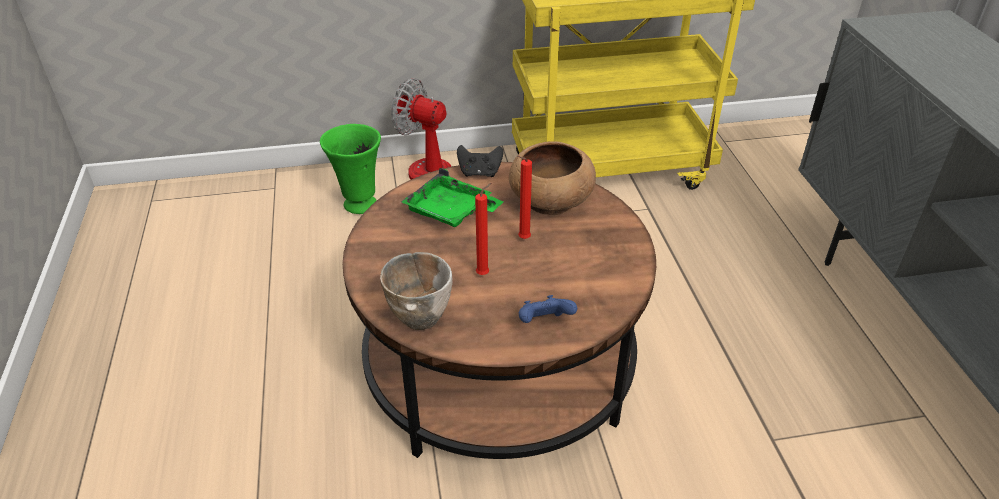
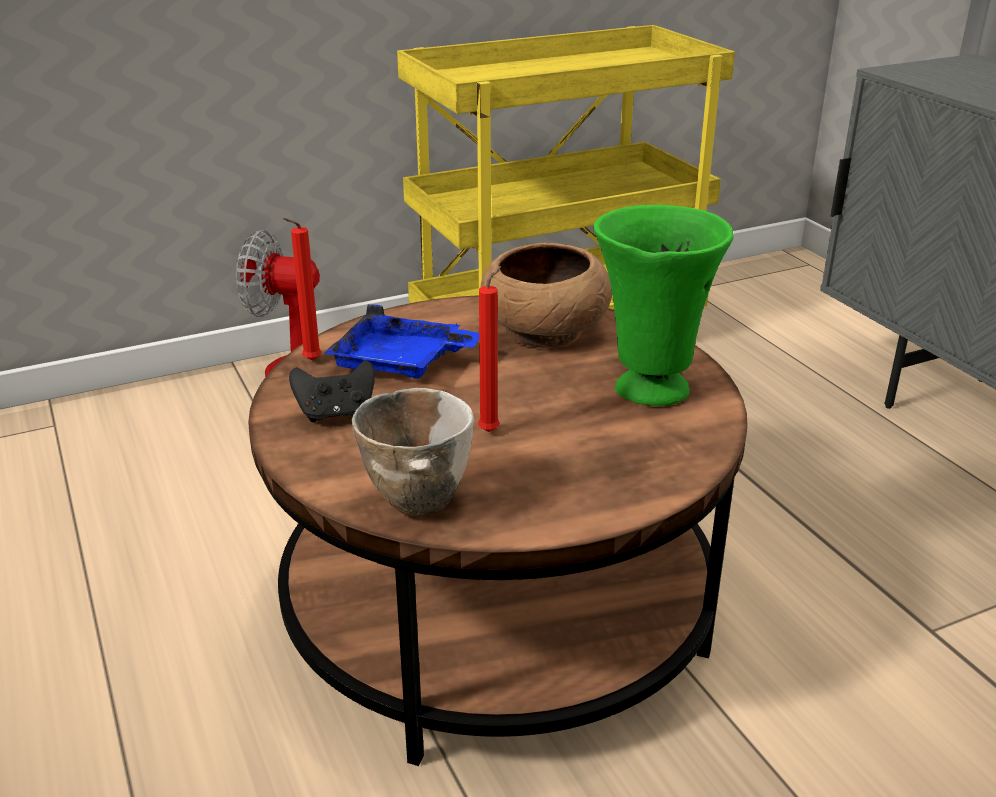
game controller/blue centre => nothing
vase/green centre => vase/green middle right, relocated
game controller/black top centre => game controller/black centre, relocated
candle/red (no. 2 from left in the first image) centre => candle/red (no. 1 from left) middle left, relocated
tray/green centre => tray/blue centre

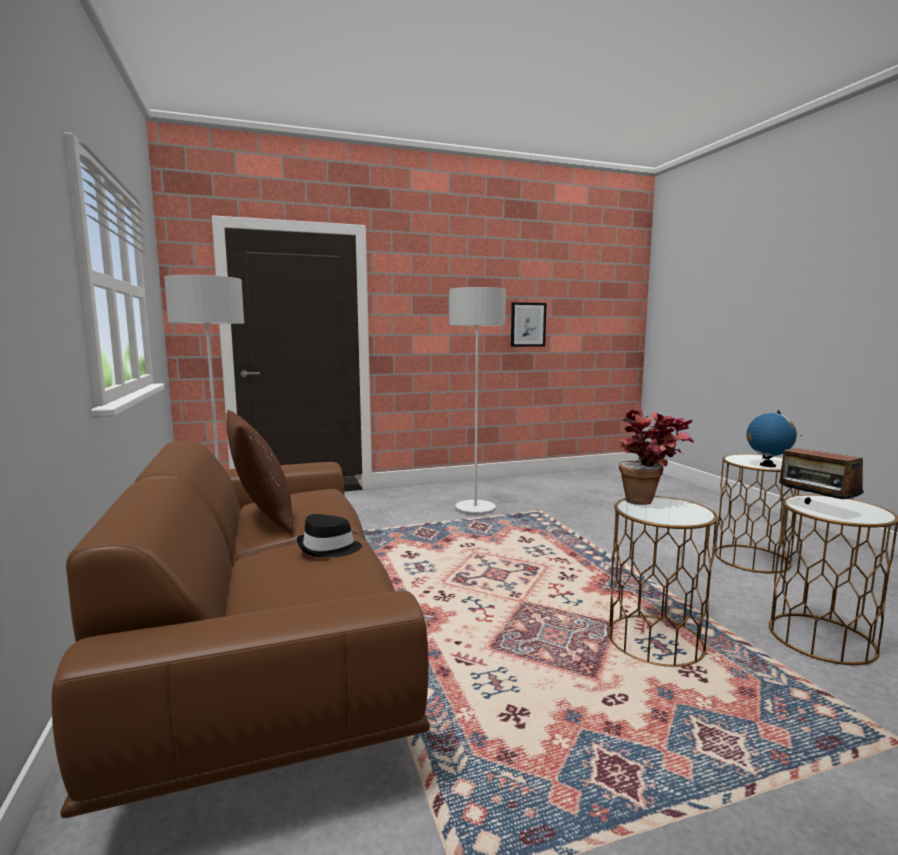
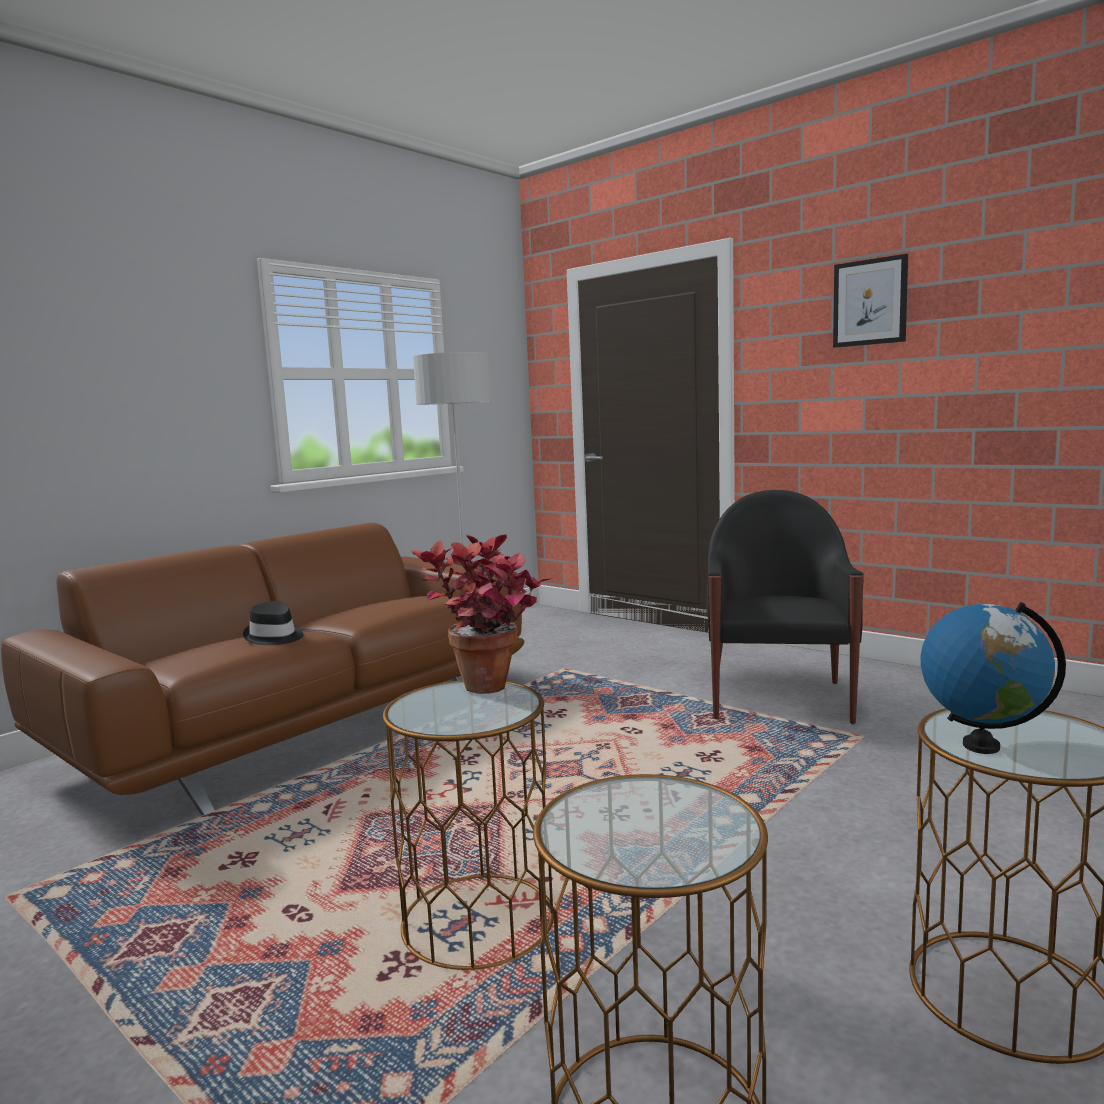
pillow/brown middle left => nothing
radio middle right => nothing
picture centre => picture top right, relocated
floor lamp/grey (no. 2 from left) centre => armchair/black middle right

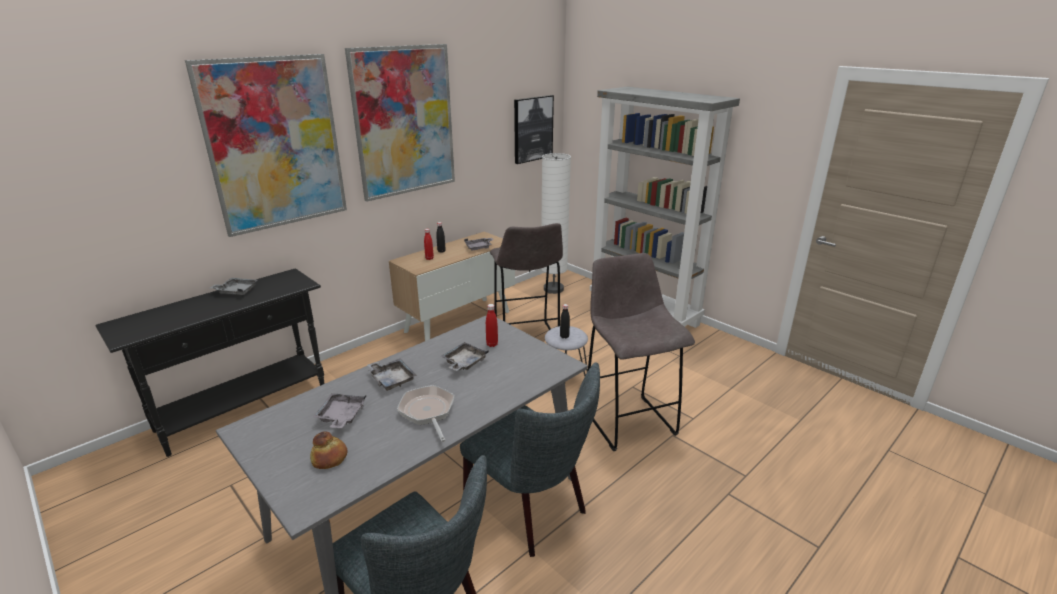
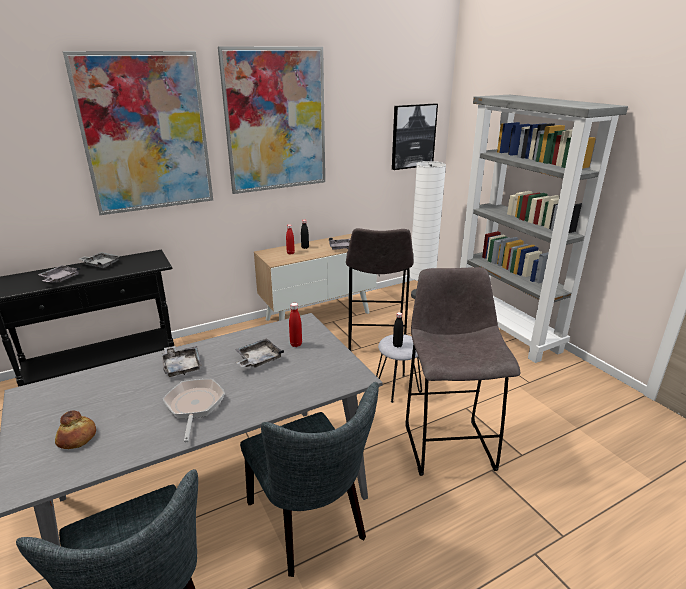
tray/grey (no. 2 from left in the first image) bottom left => tray/grey (no. 1 from left) middle left, relocated

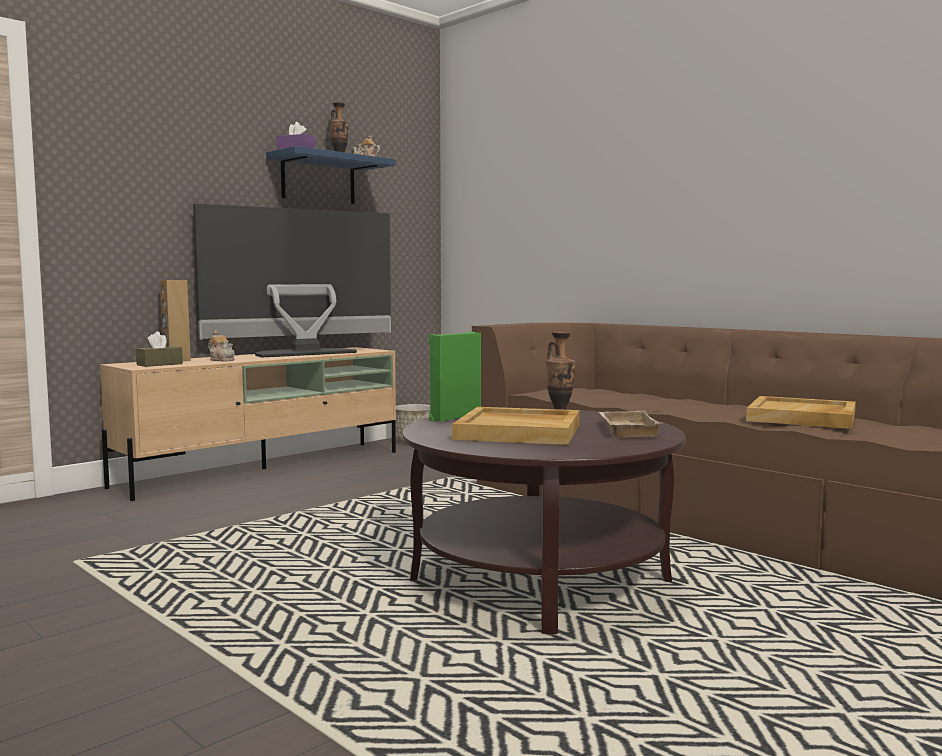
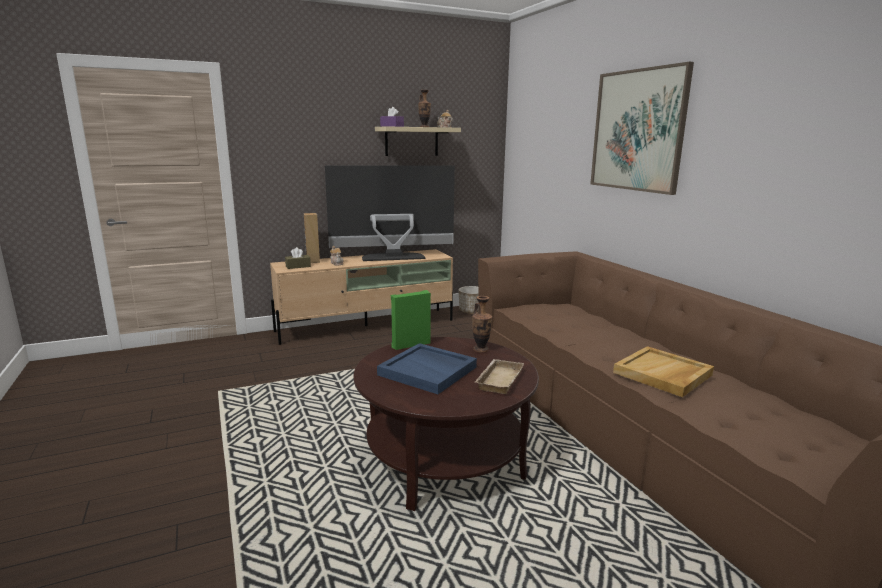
nothing => picture top right
shelf/blue top centre => shelf/beige top centre
tray/beige (no. 1 from left) centre => tray/blue centre

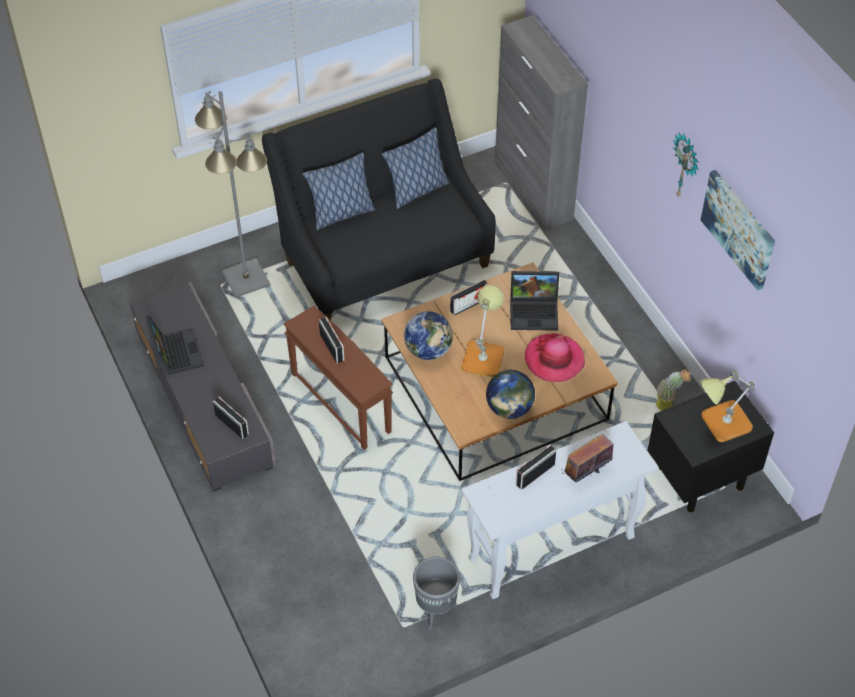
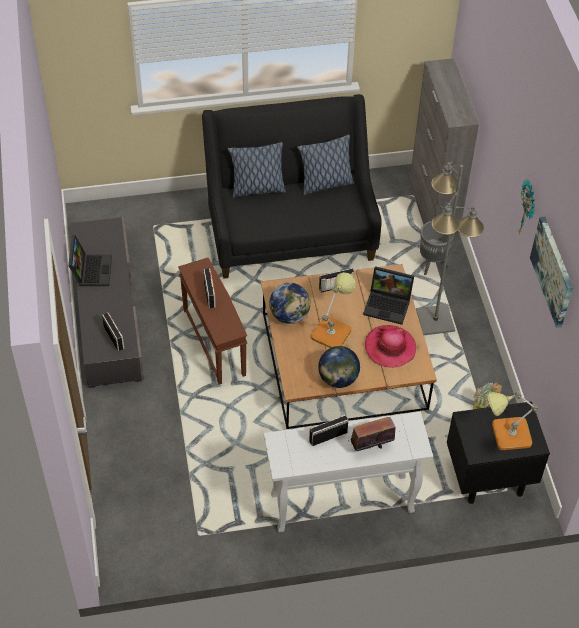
floor lamp/grey top left => floor lamp/grey middle right, relocated
planter/grey bottom centre => planter/grey middle right, relocated

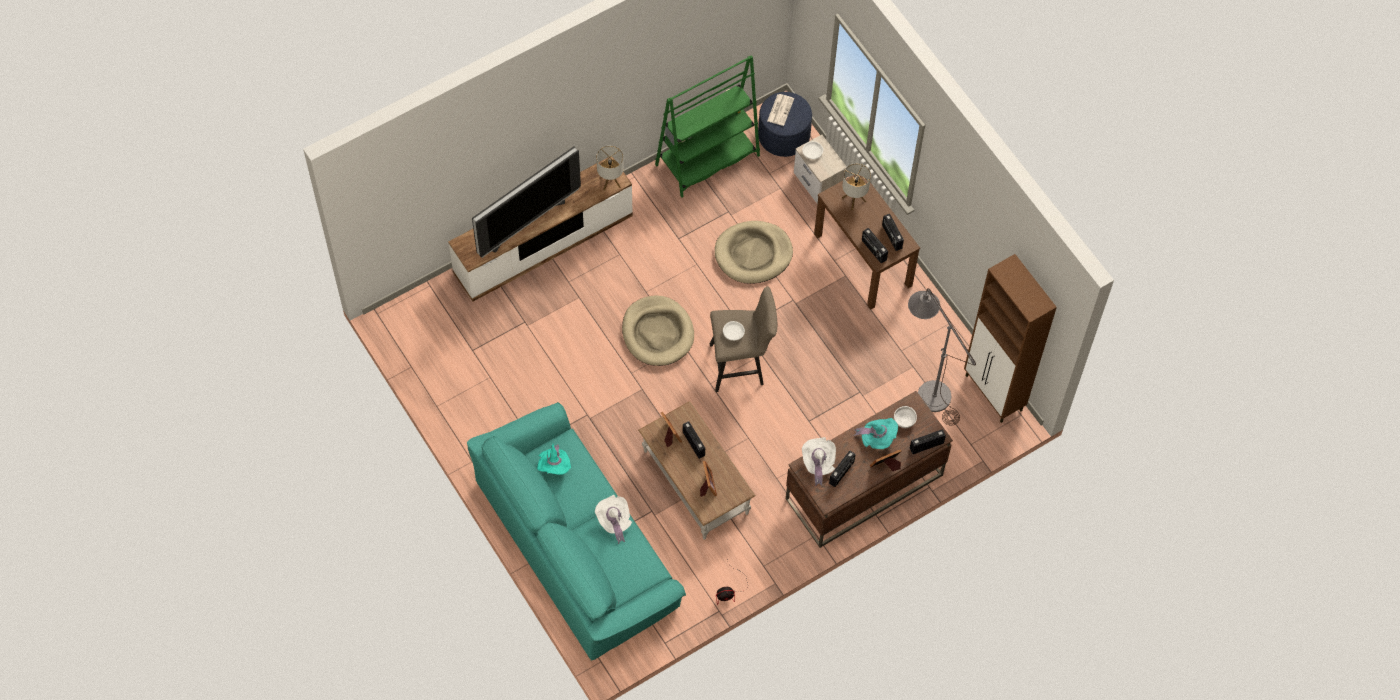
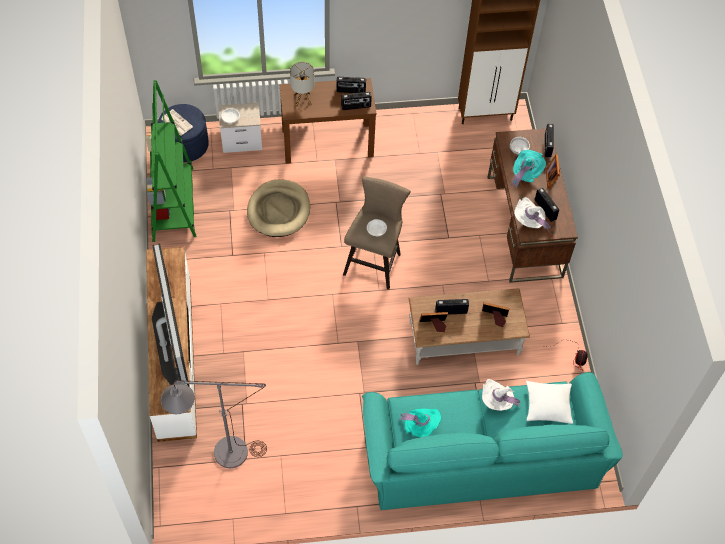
table lamp (no. 1 from left) top centre => nothing
dog bed/beige (no. 1 from left) centre => nothing
nothing => pillow/white bottom right
floor lamp/grey middle right => floor lamp/grey bottom left, relocated

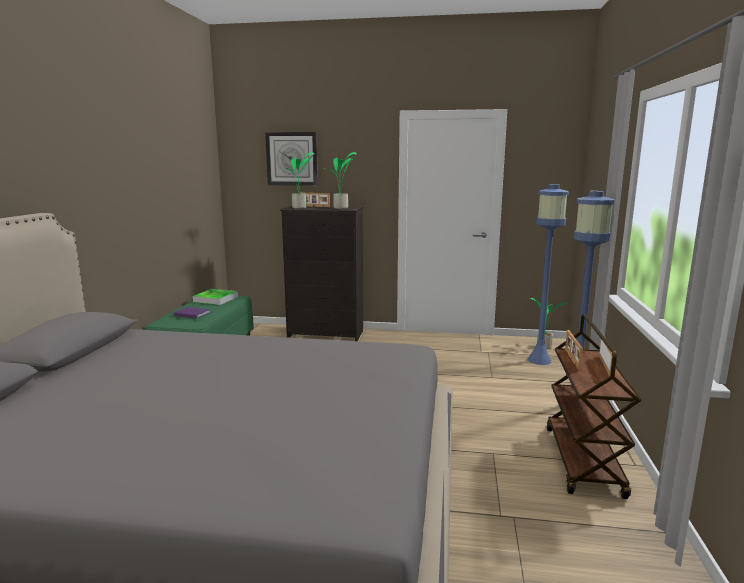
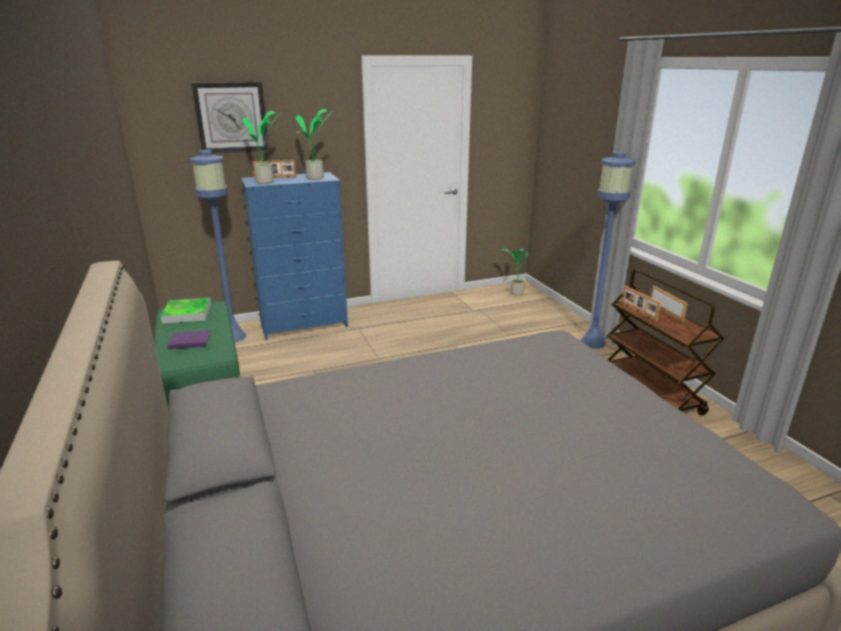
floor lamp/blue (no. 1 from left) middle right => floor lamp/blue (no. 1 from left) middle left, relocated
dresser/black centre => dresser/blue centre

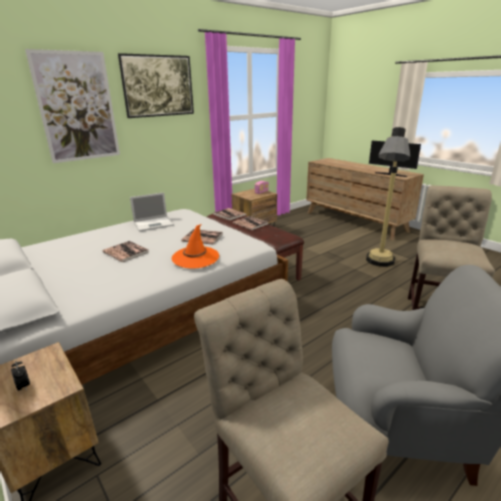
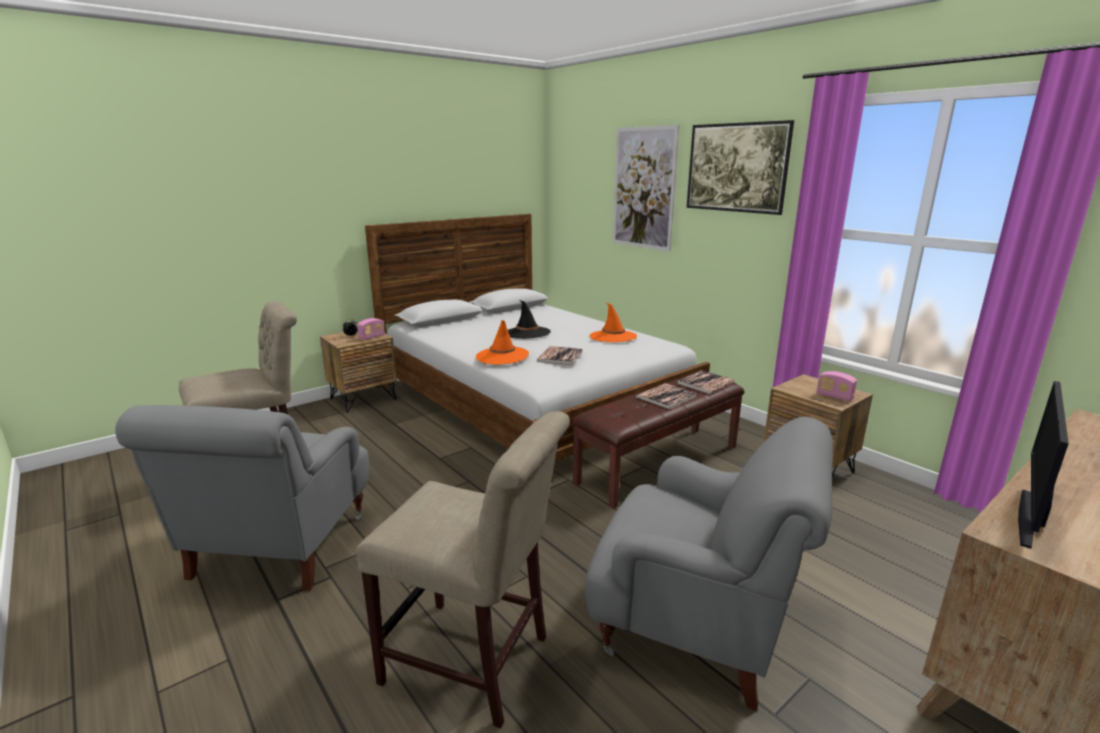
nothing => radio (no. 1 from left) centre
book (no. 1 from left) middle left => hat/black centre
laptop middle left => hat/orange (no. 2 from left) centre
floor lamp middle right => armchair/grey (no. 2 from left) bottom centre

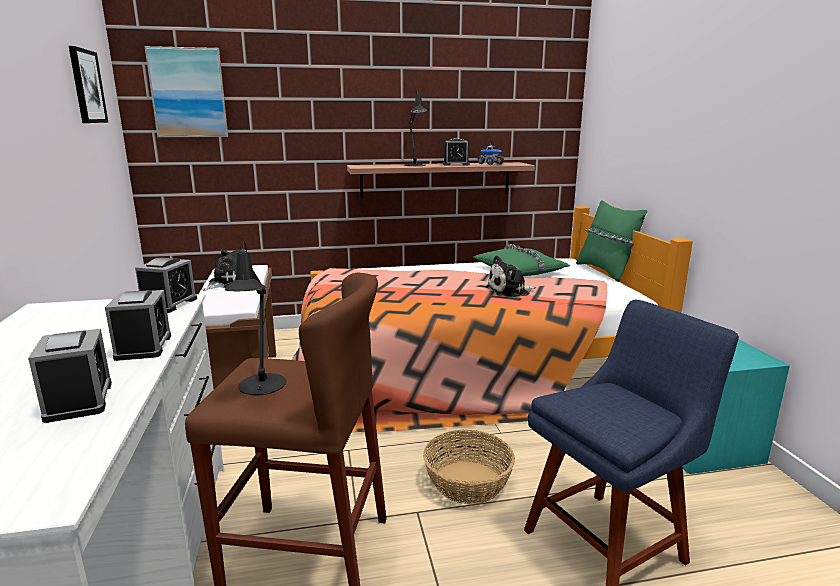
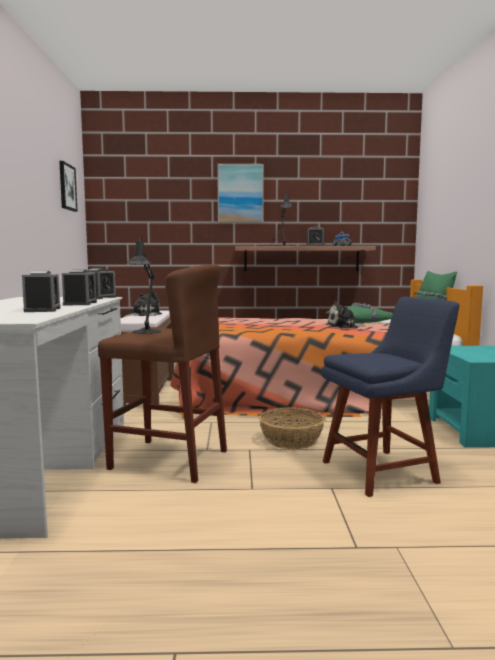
picture (no. 2 from left) top left => picture (no. 2 from left) top centre, relocated

